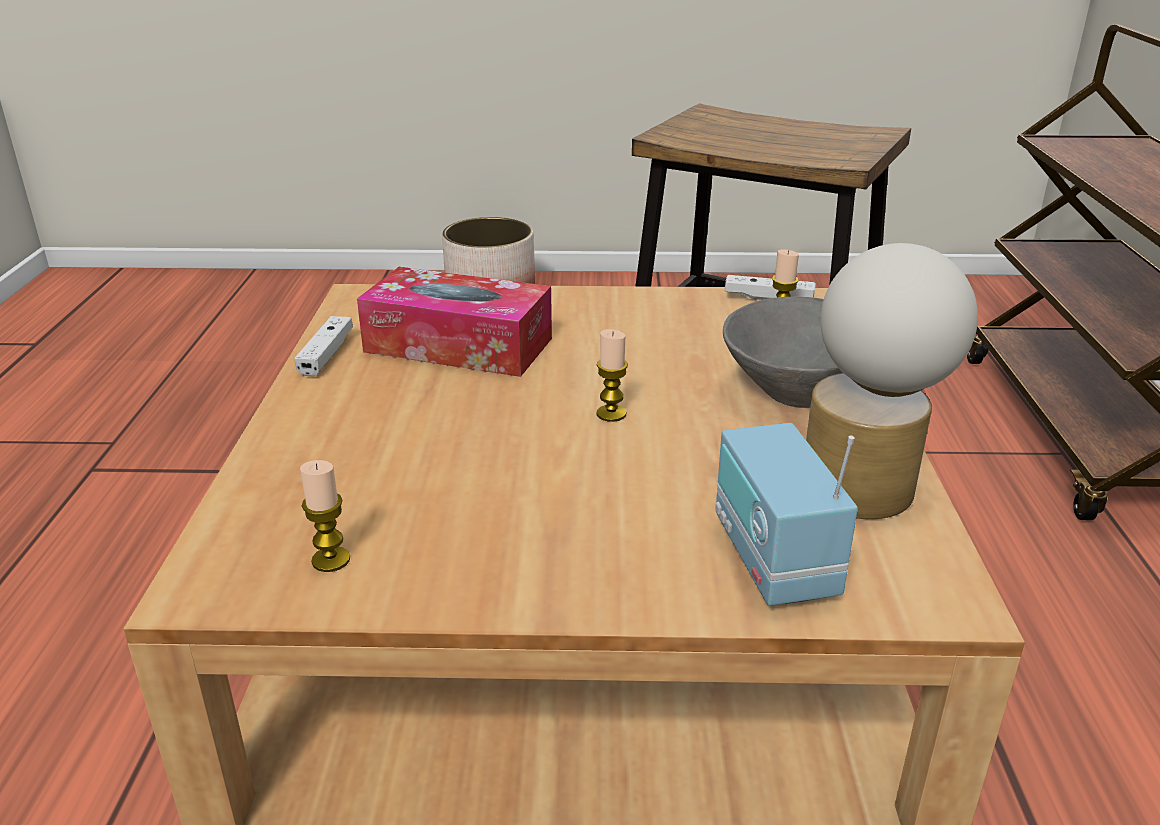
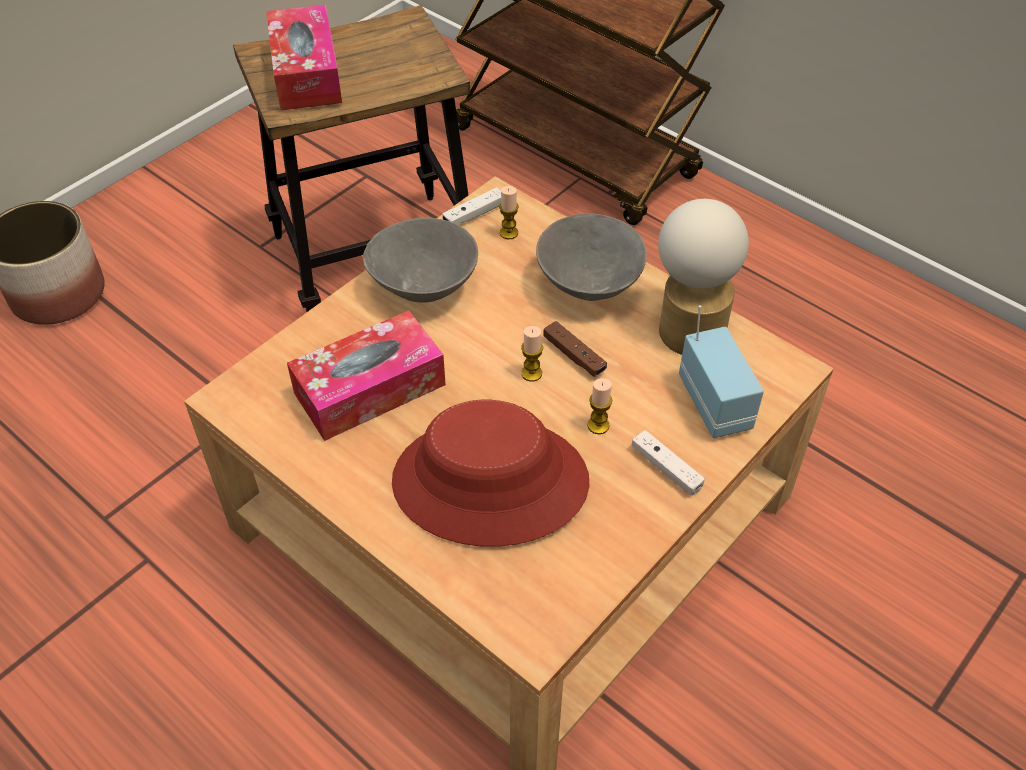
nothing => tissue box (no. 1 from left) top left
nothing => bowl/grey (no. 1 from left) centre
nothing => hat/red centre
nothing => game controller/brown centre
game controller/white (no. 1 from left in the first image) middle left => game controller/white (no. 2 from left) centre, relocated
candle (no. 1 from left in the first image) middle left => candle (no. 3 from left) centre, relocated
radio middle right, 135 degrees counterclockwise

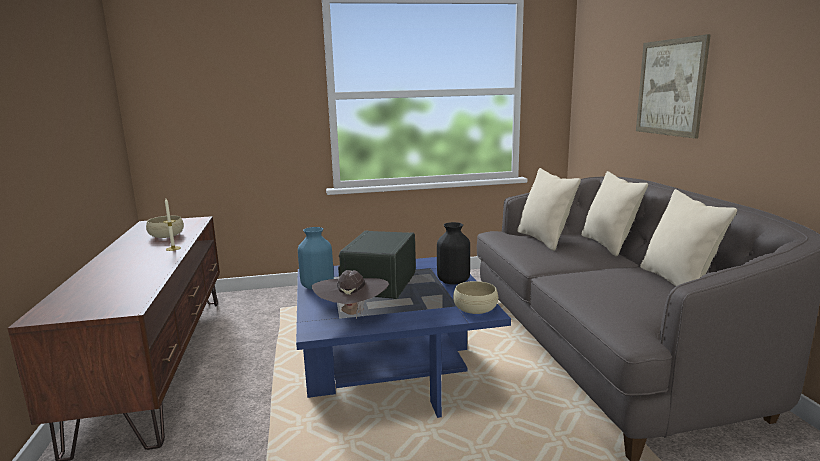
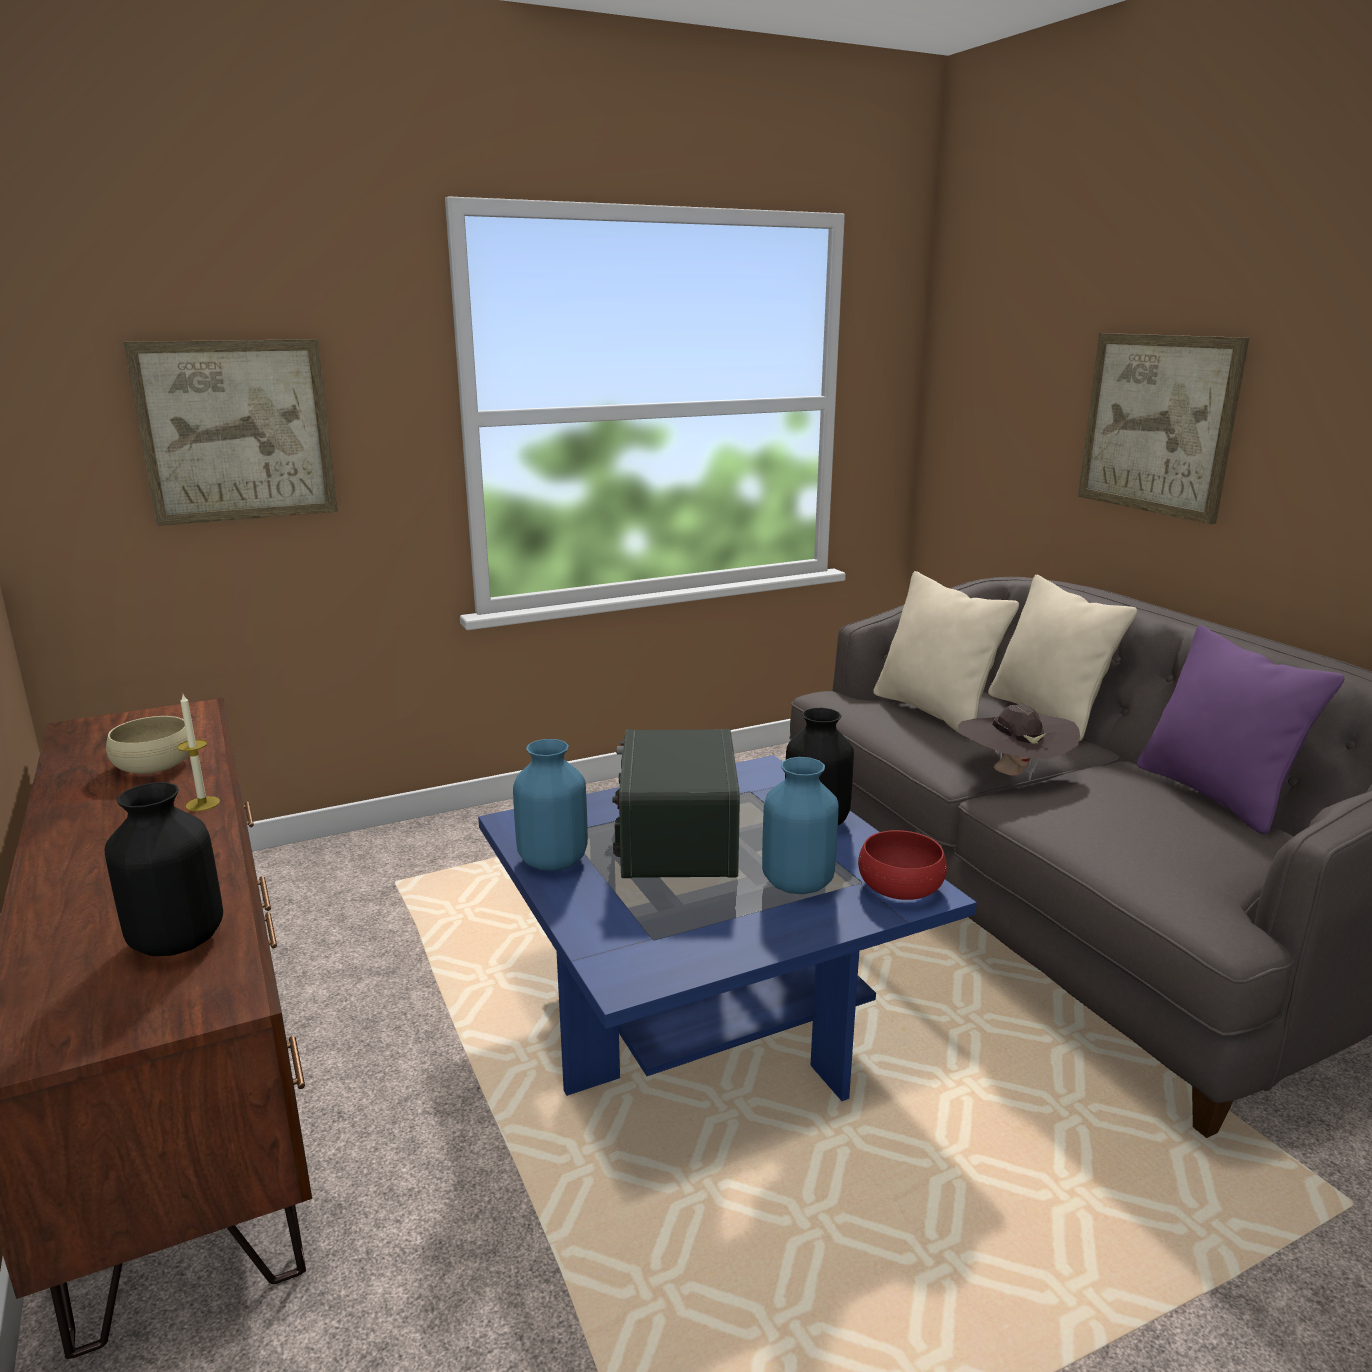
nothing => vase/black (no. 1 from left) middle left
nothing => picture (no. 1 from left) top left
nothing => vase/blue (no. 2 from left) centre
hat/brown centre => hat/brown middle right, relocated
bowl/beige (no. 2 from left) centre => bowl/red centre
pillow/beige (no. 3 from left) middle right => pillow/purple middle right

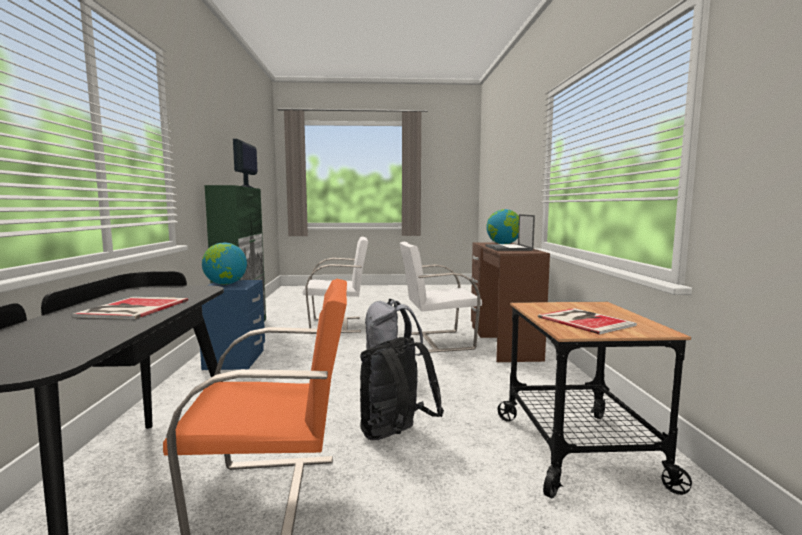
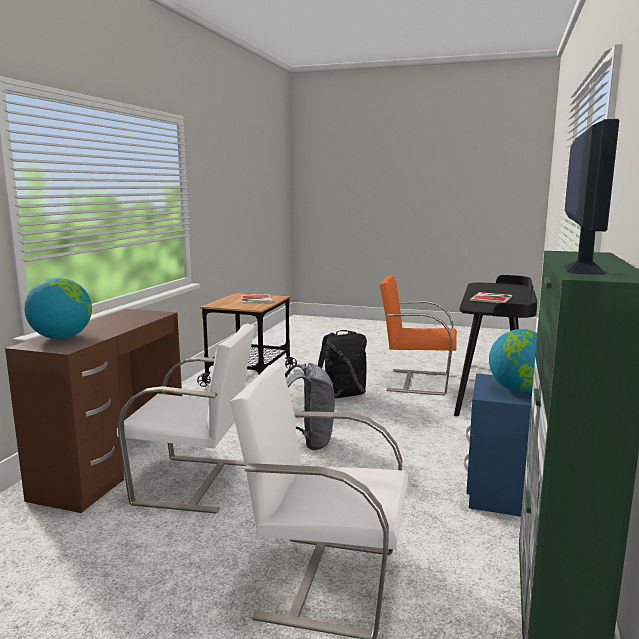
laptop centre => nothing

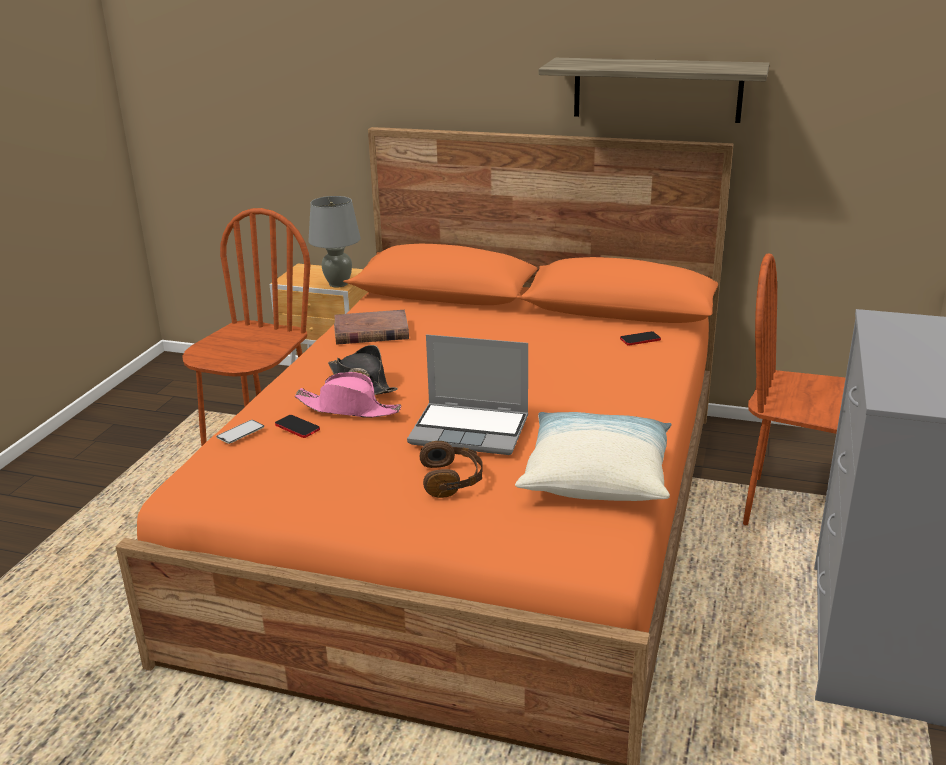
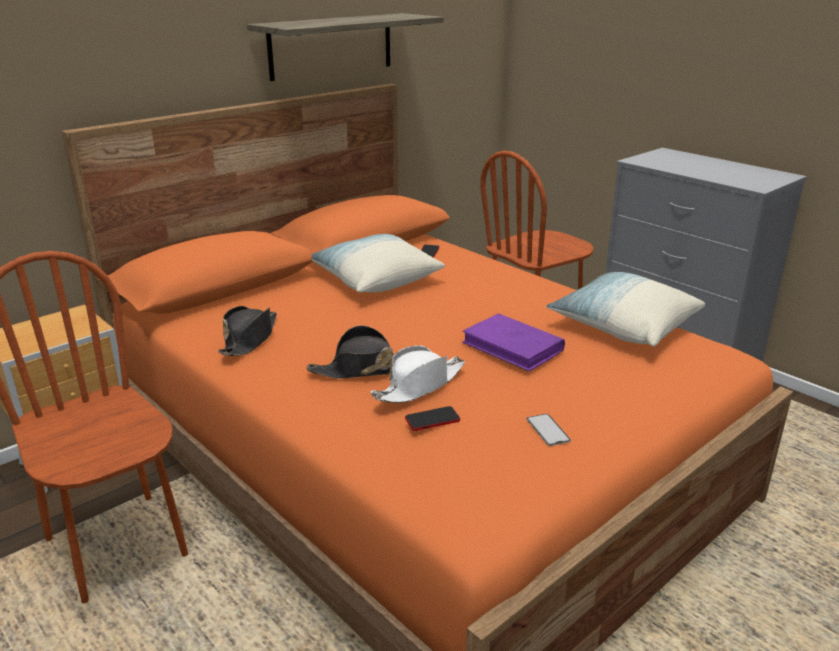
table lamp/grey top centre => nothing
headphones/brown centre => nothing
nothing => pillow (no. 1 from left) centre
phone (no. 1 from left in the first image) middle left => phone (no. 3 from left) centre, relocated
book/brown centre => hat/black (no. 1 from left) middle left
laptop centre => book/purple centre
hat/pink centre => hat/white centre

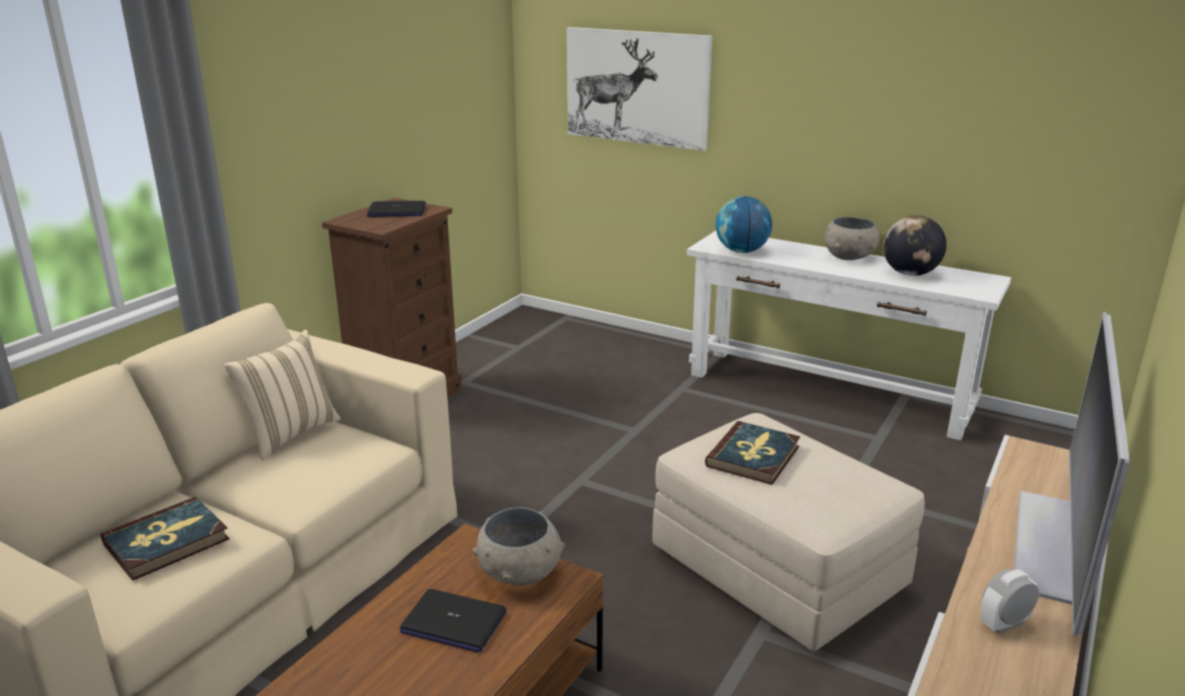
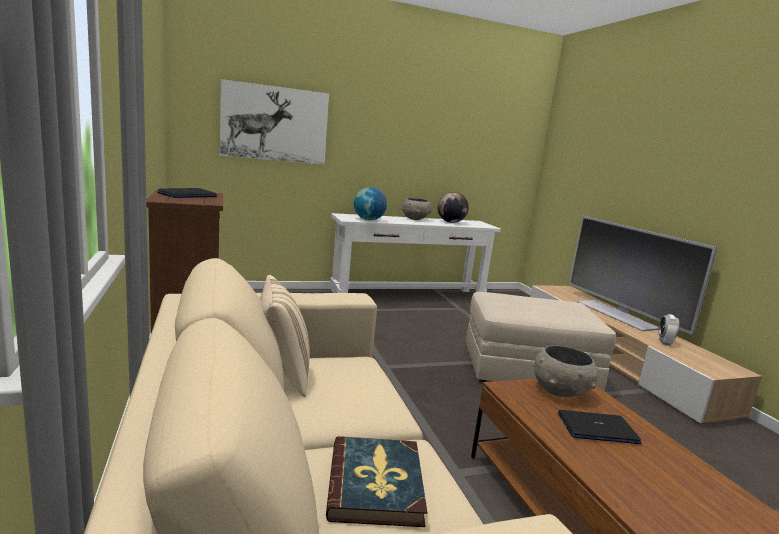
book (no. 2 from left) centre => nothing
laptop (no. 2 from left) bottom centre => laptop (no. 2 from left) bottom right, 150 degrees counterclockwise

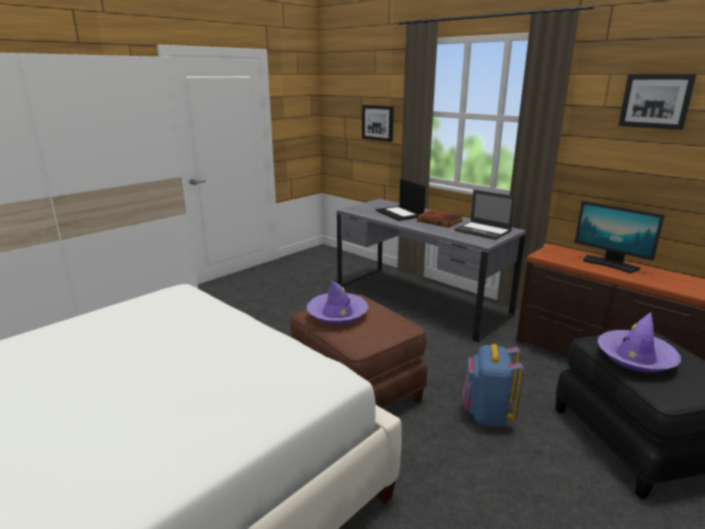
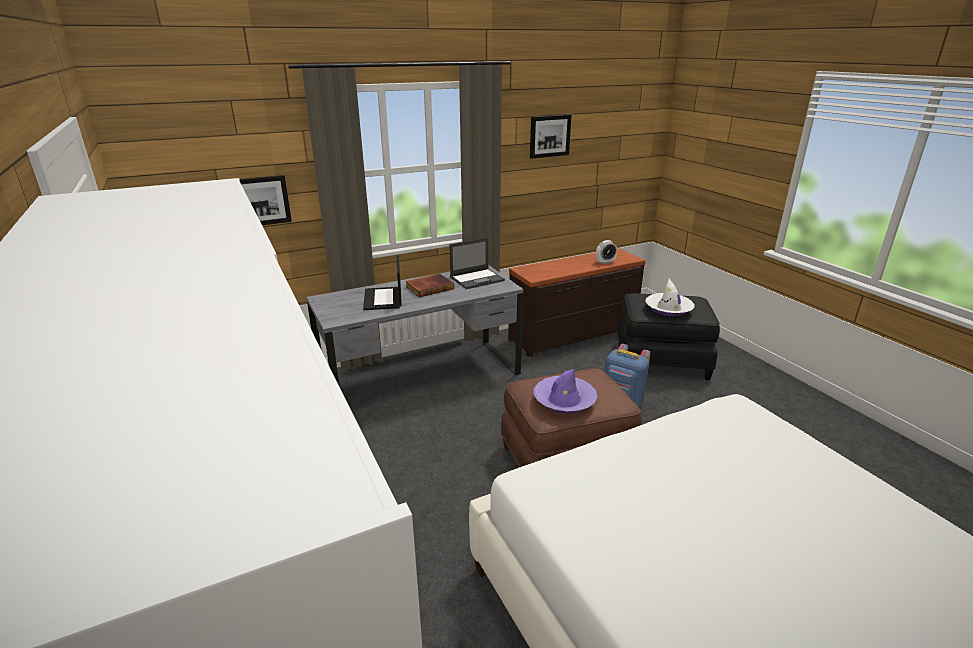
monitor middle right => nothing
nothing => alarm clock centre
hat/purple (no. 2 from left) middle right => hat/white middle right
laptop (no. 1 from left) centre, 90 degrees clockwise

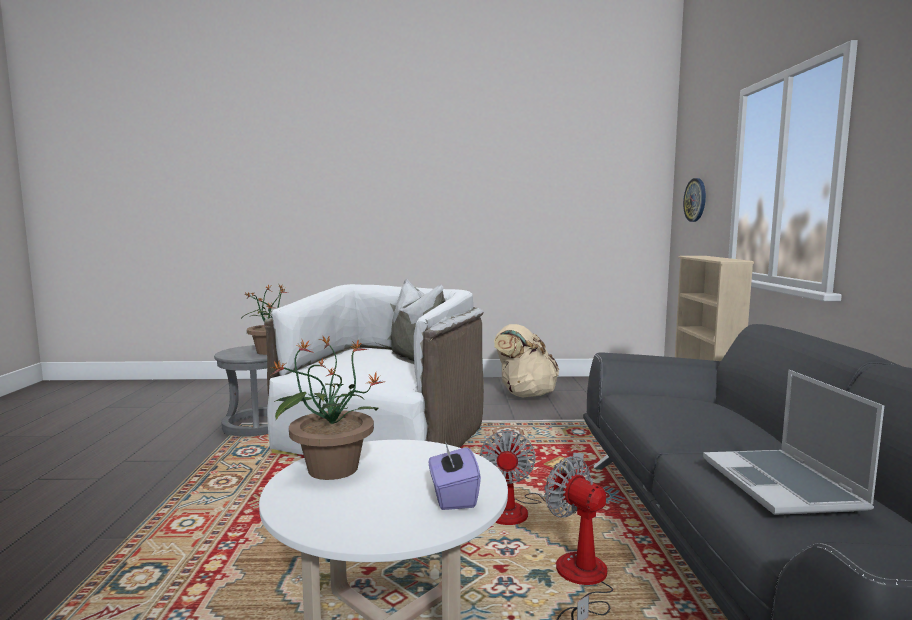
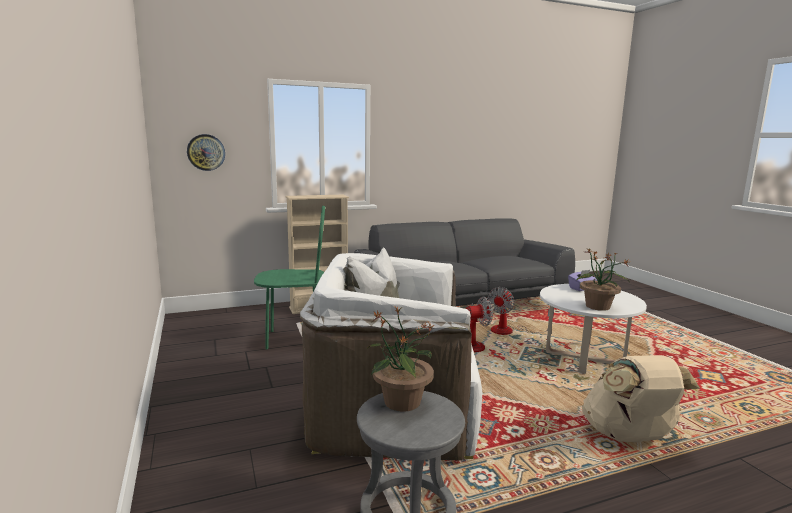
laptop bottom right => nothing
nothing => chair/green centre
backpack/beige centre => backpack/beige bottom right, relocated

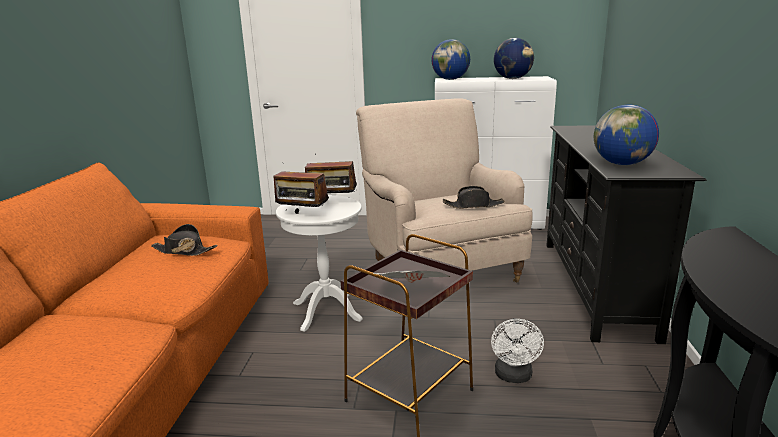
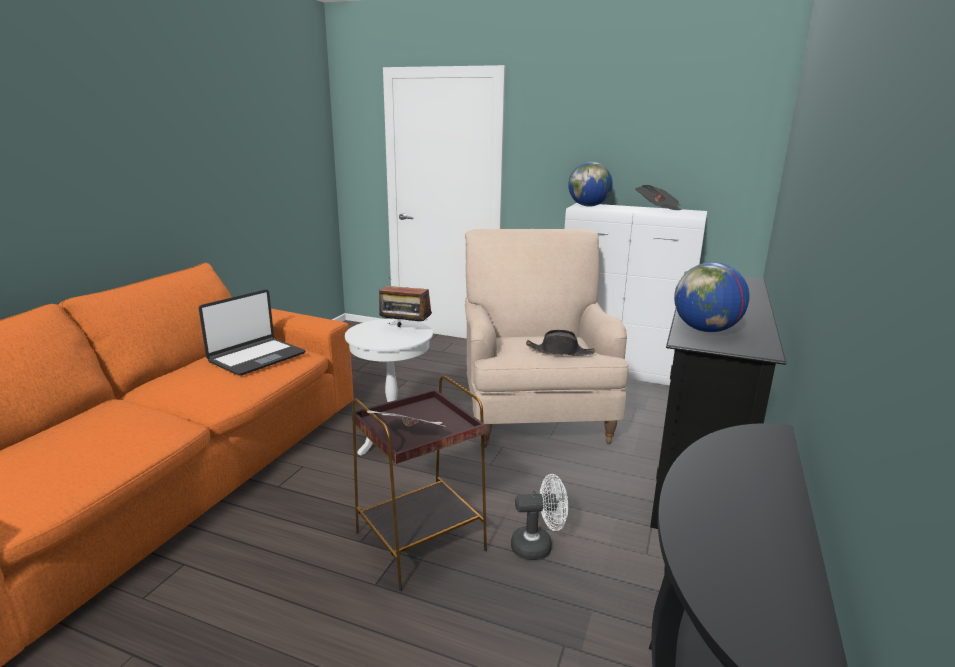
radio (no. 1 from left) centre => nothing
hat/black (no. 1 from left) middle left => laptop middle left
globe (no. 2 from left) top centre => newspaper (no. 2 from left) top right
fan/white bottom centre, 120 degrees counterclockwise

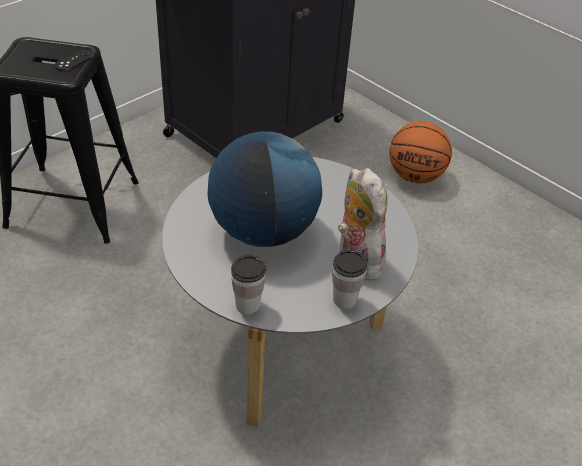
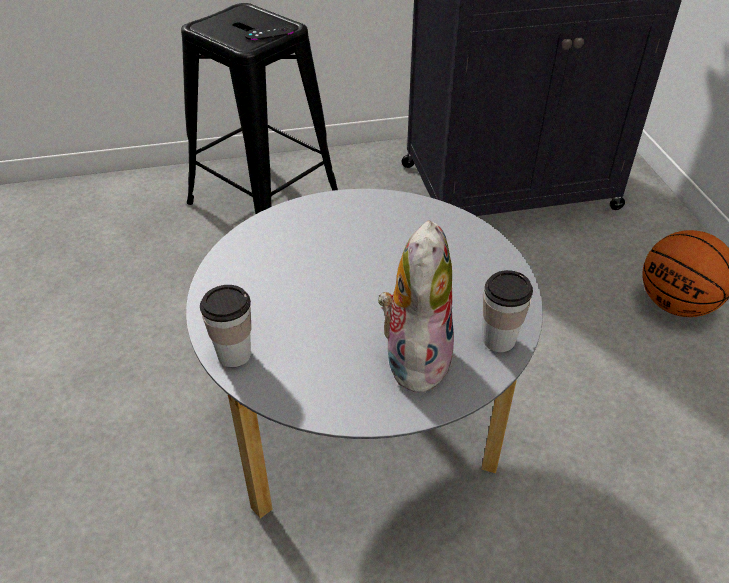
globe centre => nothing
cup (no. 2 from left) centre => cup (no. 2 from left) middle right, relocated

